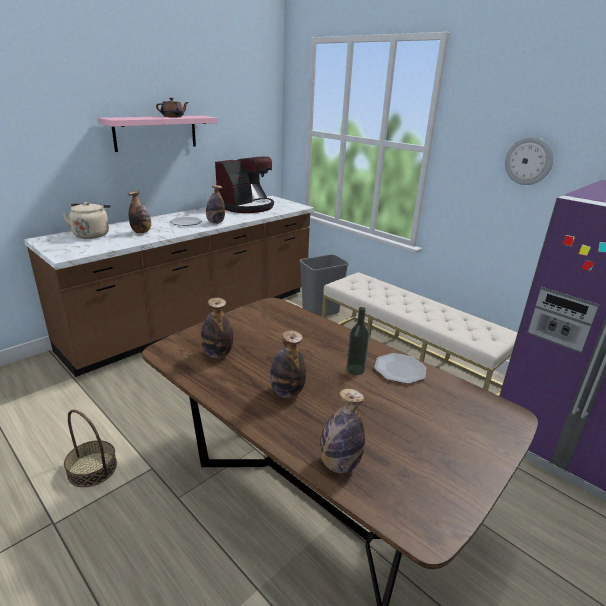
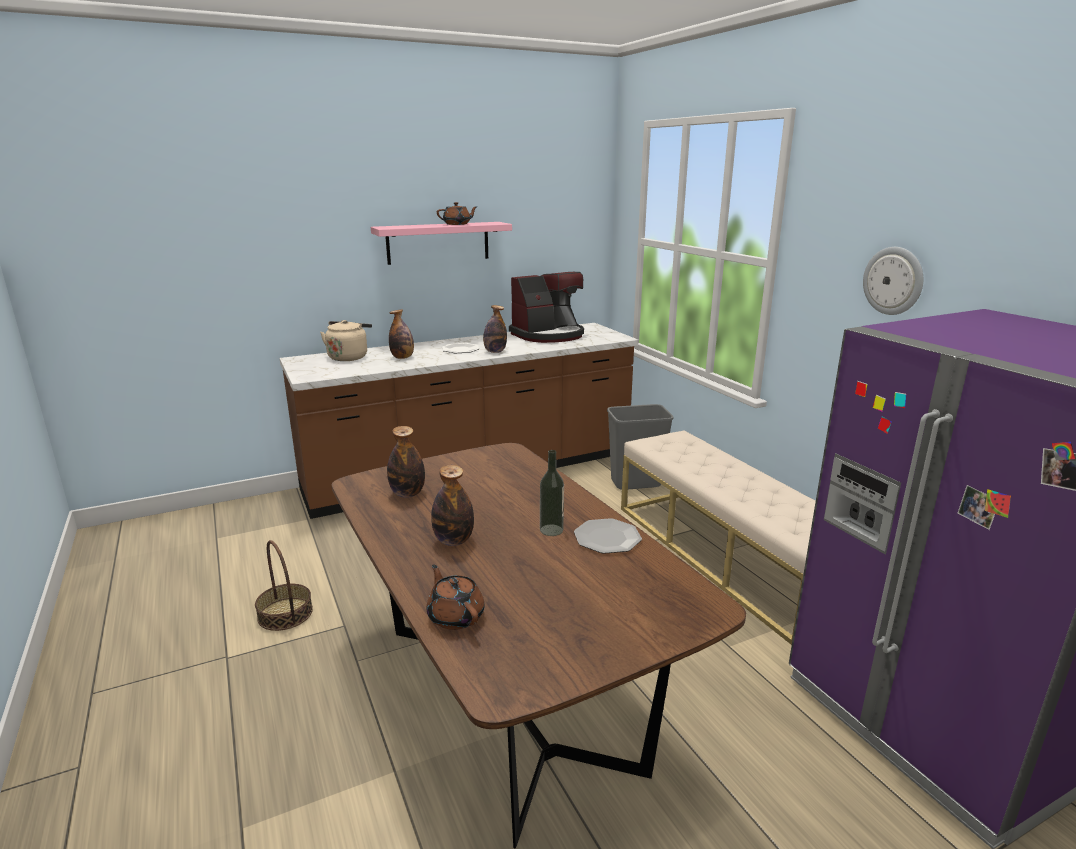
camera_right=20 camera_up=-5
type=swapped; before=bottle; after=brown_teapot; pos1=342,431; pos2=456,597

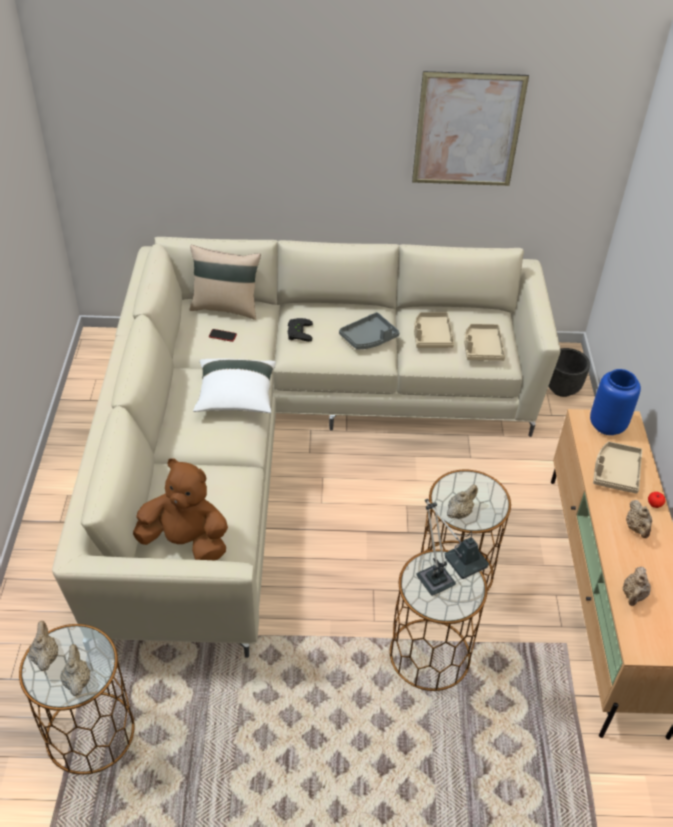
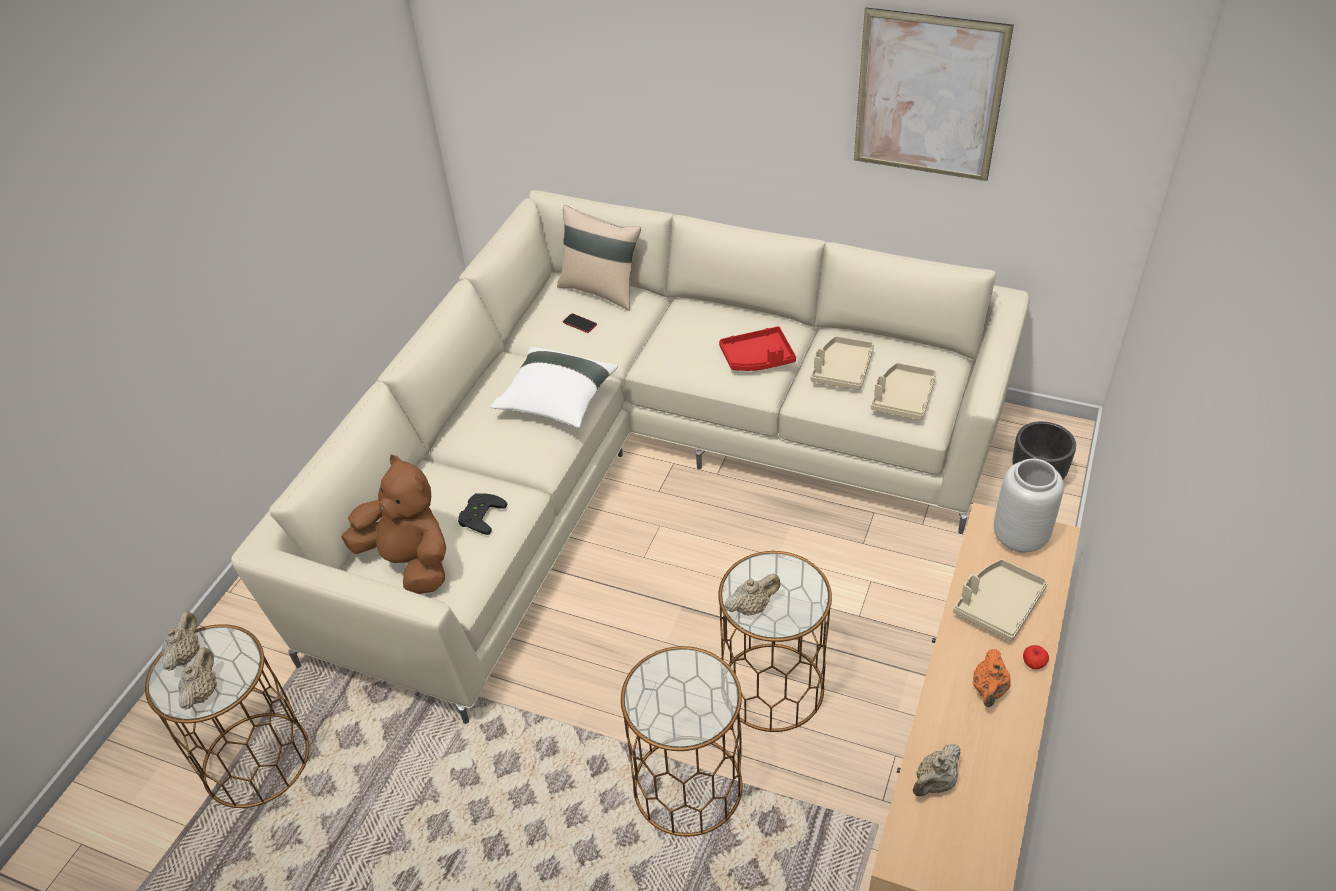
camera_right=25 camera_up=0
type=shifted; before=black_game_controller; pos1=300,330; pos2=482,514
type=repainted; before=grey_tray; after=red_tray; pos1=369,331; pos2=757,348
type=gone; before=table_lamp; pos1=452,547
type=repainted; before=blue_vase; after=grey_vase; pos1=615,402; pos2=1029,506
type=repainted; before=beige_teapot; after=orange_teapot; pos1=639,519; pos2=992,678

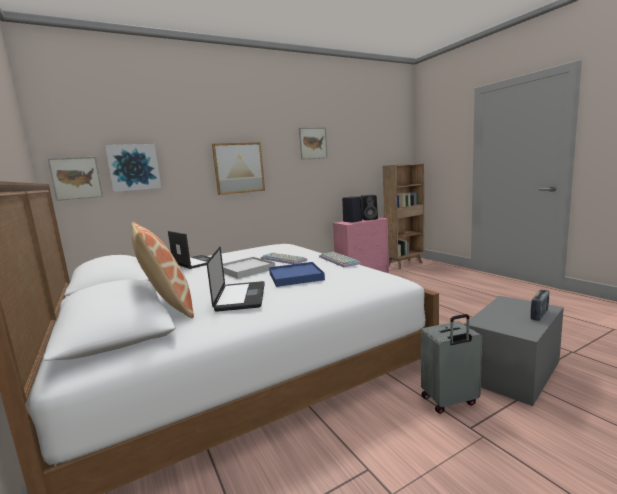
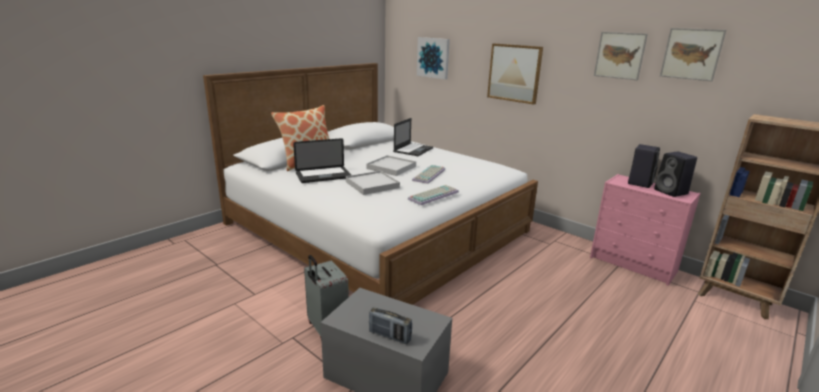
camera_right=70 camera_up=10
type=shifted; before=picture; pos1=75,179; pos2=693,54
type=repainted; before=blue_tray; after=white_tray; pos1=297,274; pos2=373,183

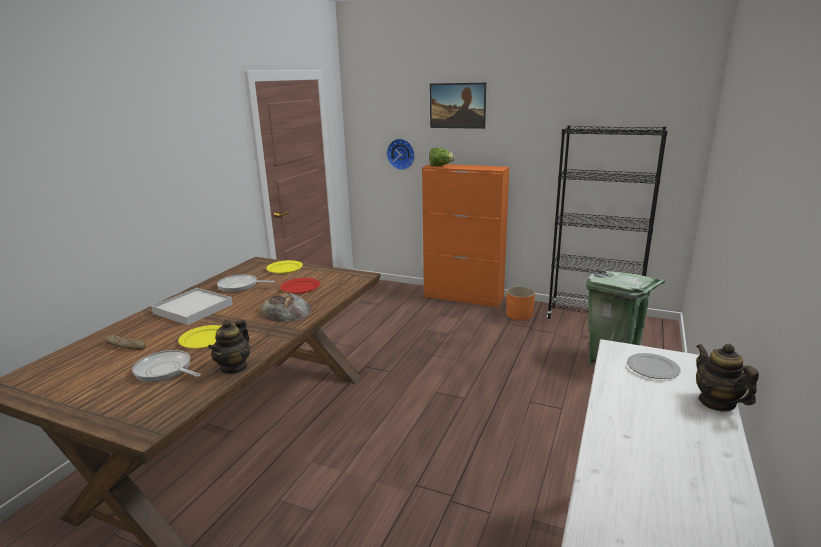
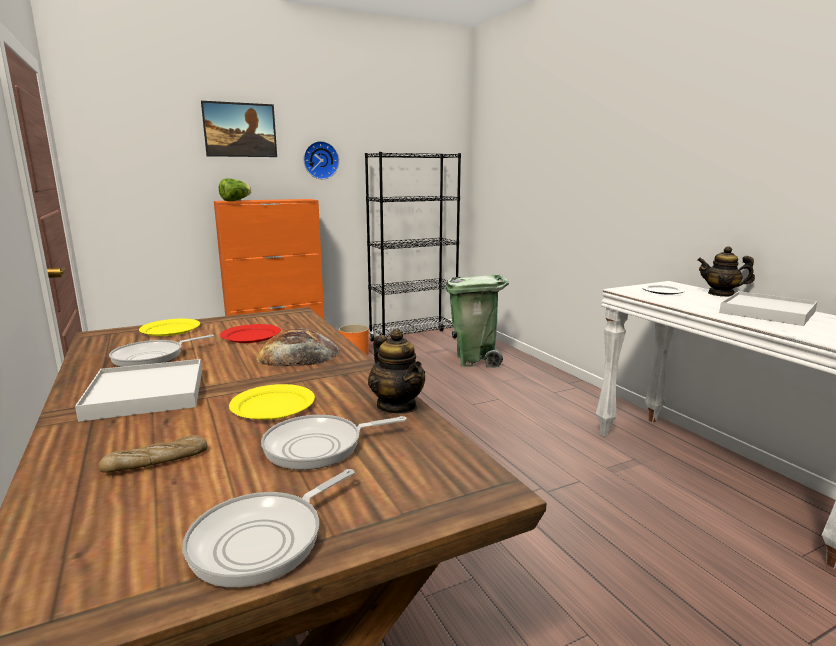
camera_right=-50 camera_up=-5
type=shifted; before=wall_clock; pos1=401,154; pos2=321,160
type=new; after=frying_pan; pos2=269,528
type=new; after=white_tray; pos2=768,308

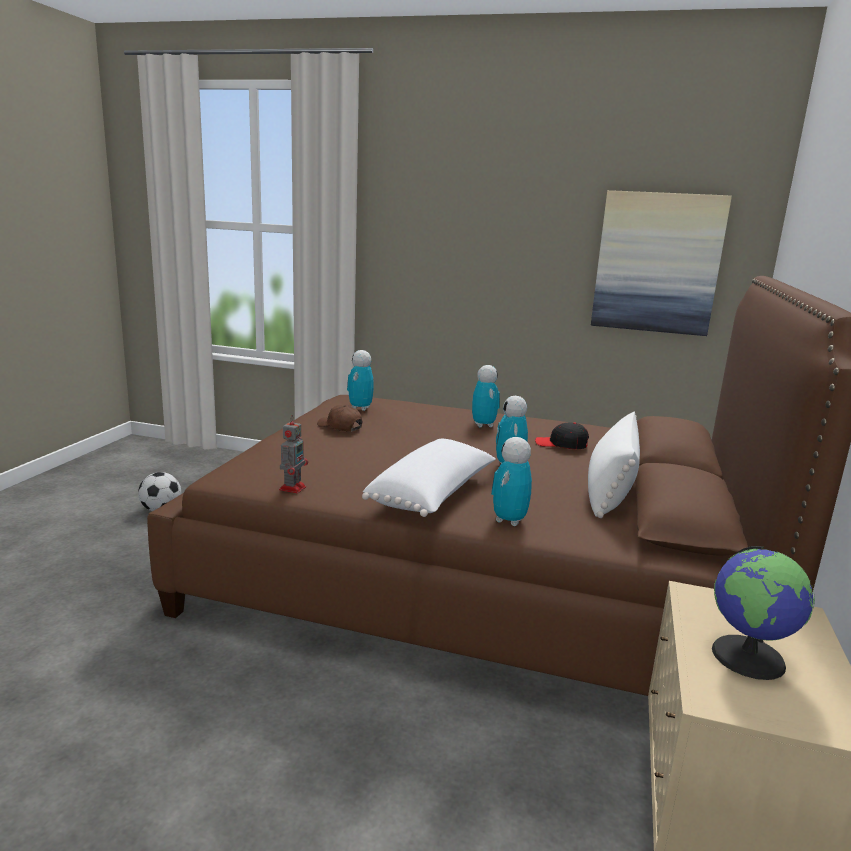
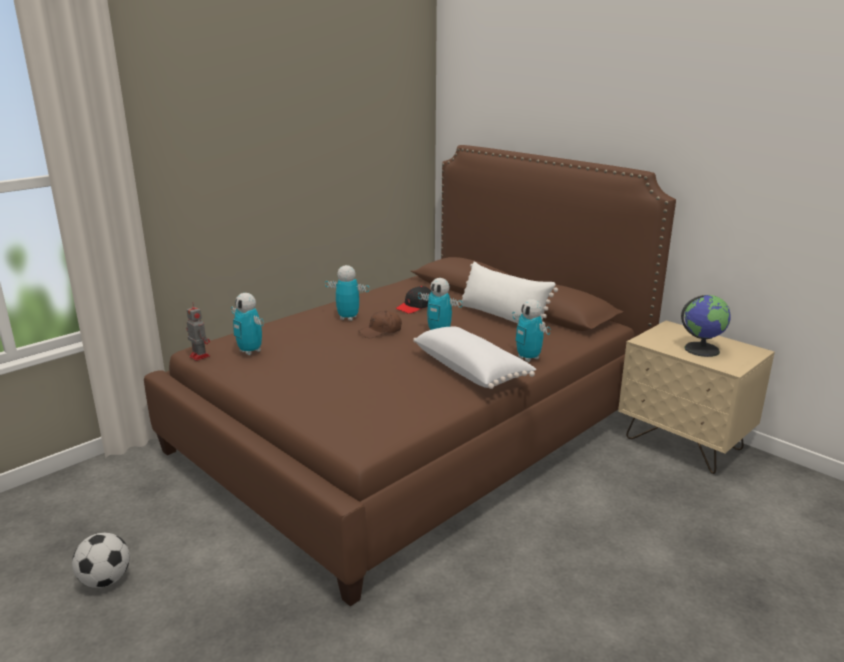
camera_right=-60 camera_up=5
type=shifted; before=toy_robot; pos1=293,454; pos2=198,331
type=shifted; before=brown_cap; pos1=339,418; pos2=380,324
type=gone; before=picture; pos1=661,263

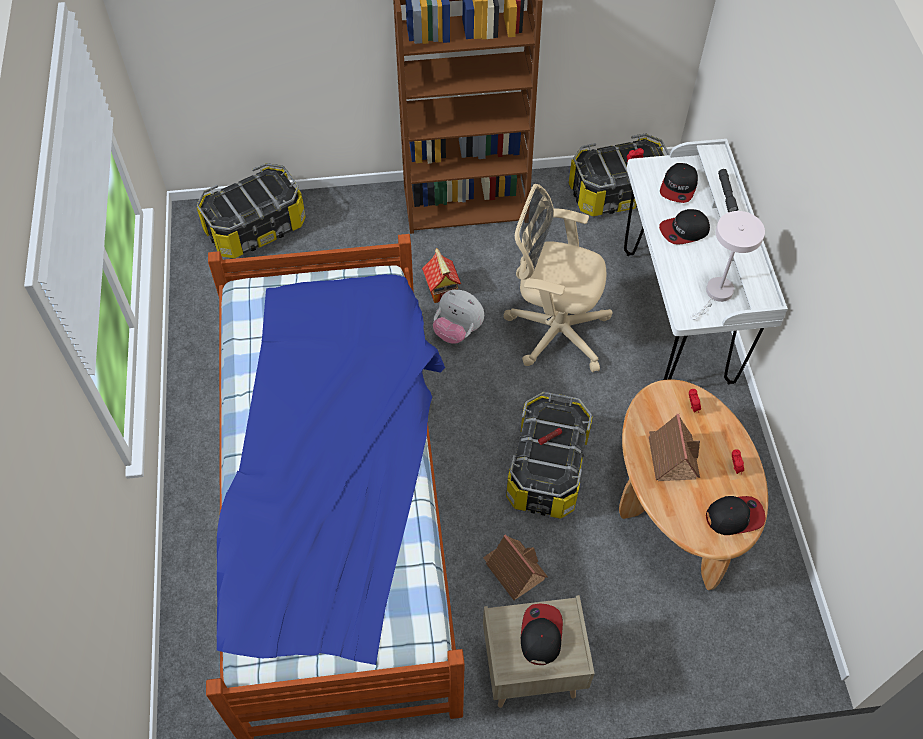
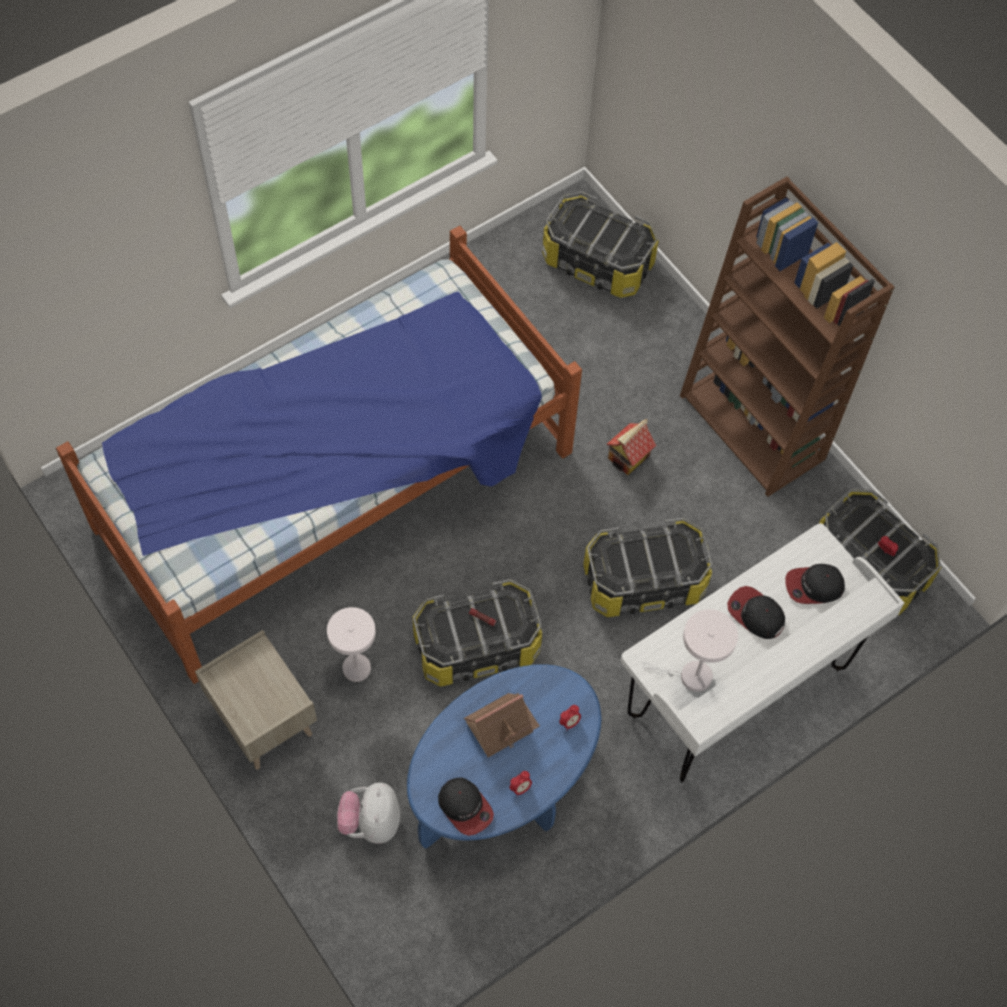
camera_right=60 camera_up=5
type=shifted; before=plush_toy; pos1=458,317; pos2=368,813
type=swapped; before=toy_house; after=white_table_lamp; pos1=515,567; pos2=351,644
type=swapped; before=beige_office_chair; after=storage_box; pos1=557,278; pos2=647,568
type=gone; before=cap; pos1=542,634
type=repainted; before=brown_coffee_table; after=blue_coffee_table; pos1=693,484; pos2=504,756
type=gone; before=grey_flashlight; pos1=728,190

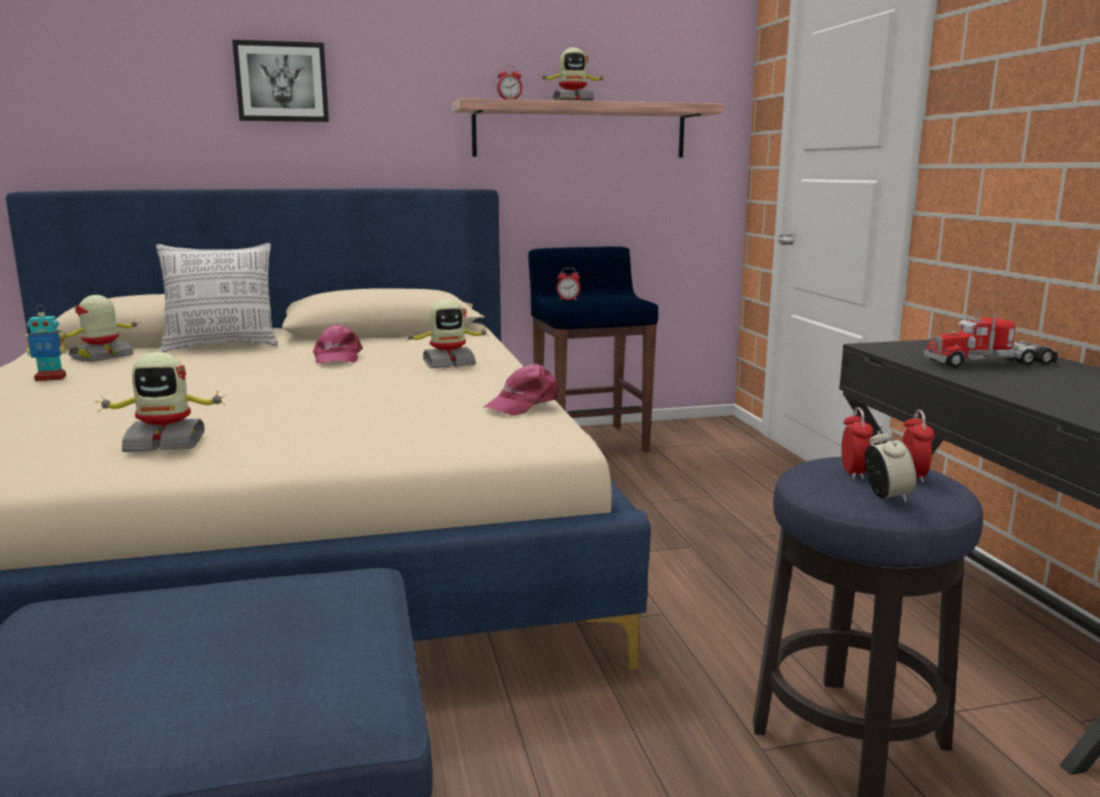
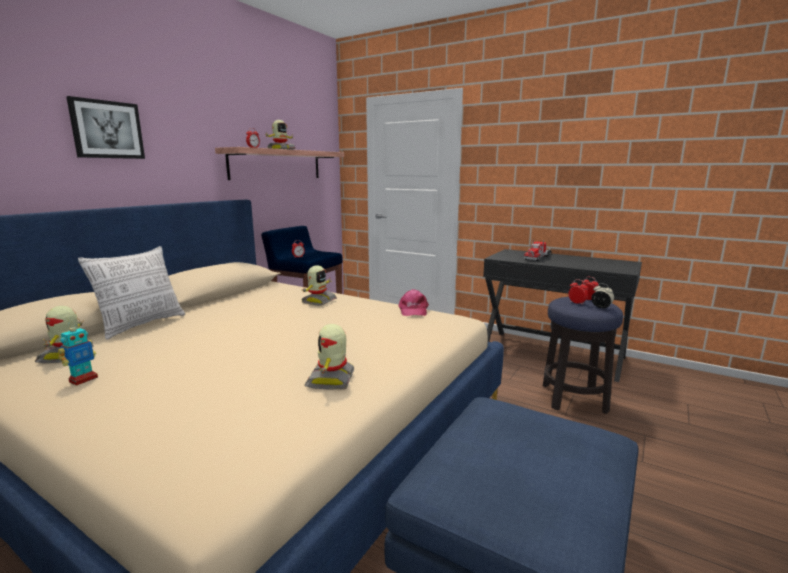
camera_right=-45 camera_up=0
type=rotated; before=toy_robot; pos1=161,402; pos2=329,356; turn=150
type=gone; before=pink_cap; pos1=338,344

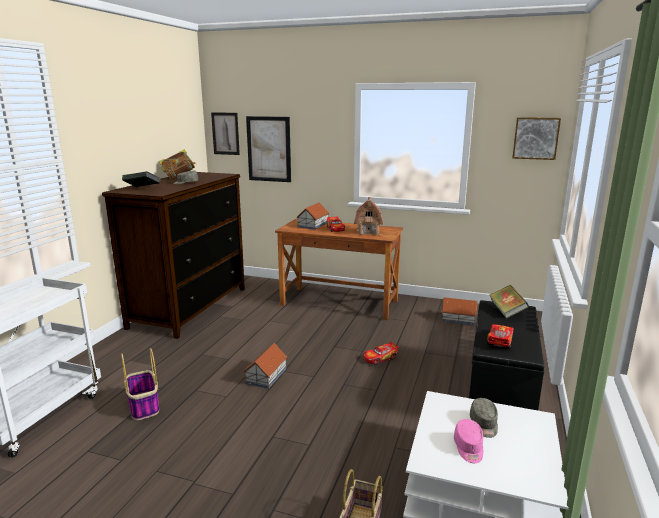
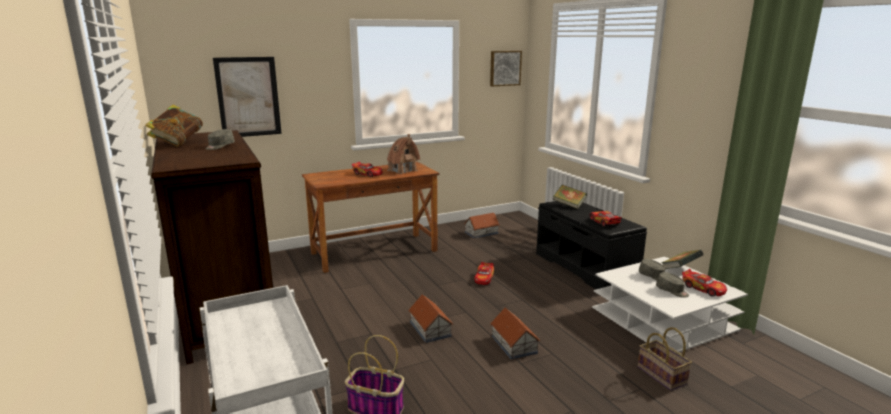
camera_right=-45 camera_up=0
type=shifted; before=book; pos1=141,179; pos2=682,259
type=gone; before=picture; pos1=225,133
type=shifted; before=toy_house; pos1=312,215; pos2=515,334
type=repainted; before=pink_cap; after=grey_cap; pos1=468,441; pos2=672,285
type=new; after=toy_car; pos2=704,283

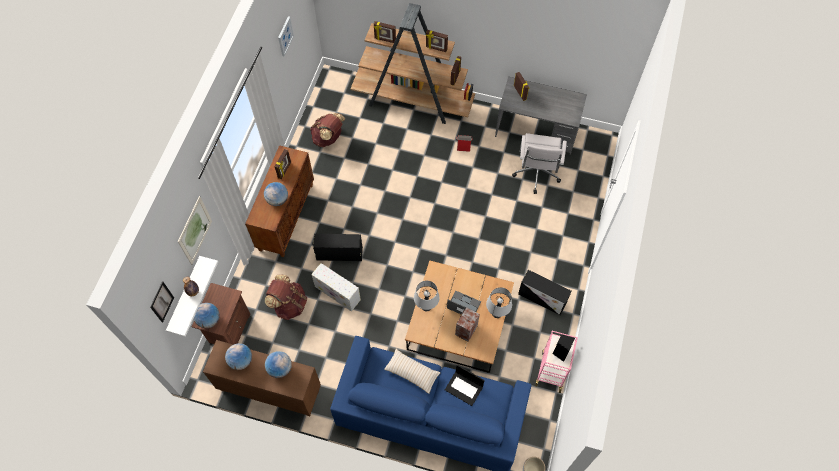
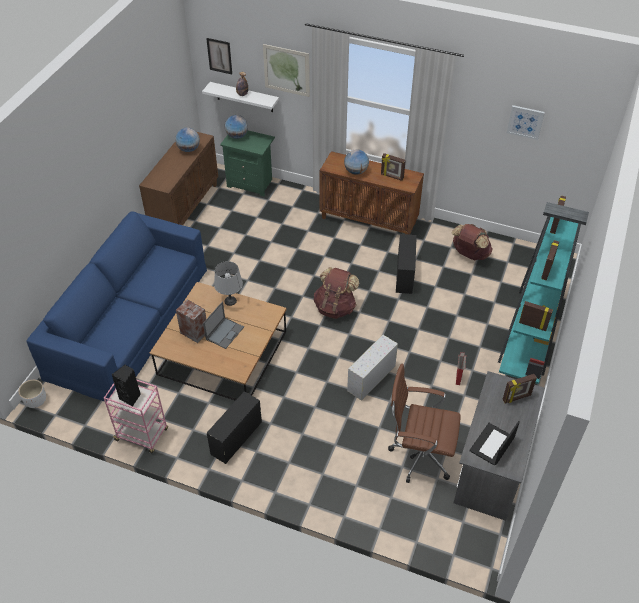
camera_right=95 camera_up=-15
type=repainted; before=brown_nightstand; after=green_nightstand; pos1=221,314; pos2=247,163
type=shifted; before=brown_backpack; pos1=286,297; pos2=336,293
type=gone; before=globe; pos1=278,364
type=shifted; before=white_storage_box; pos1=336,287; pos2=372,368
type=shifted; before=black_storage_box; pos1=338,247; pos2=406,264
type=repainted; before=brown_bookcase; after=turquoise_bookcase; pos1=413,63; pos2=543,293
type=gone; before=beige_pillow; pos1=412,371
type=shifted; before=laptop; pos1=465,385; pos2=494,443
type=gone; before=grey_table_lamp; pos1=499,302
type=repainted; before=white_office_chair; after=brown_office_chair; pos1=539,163; pos2=424,423

